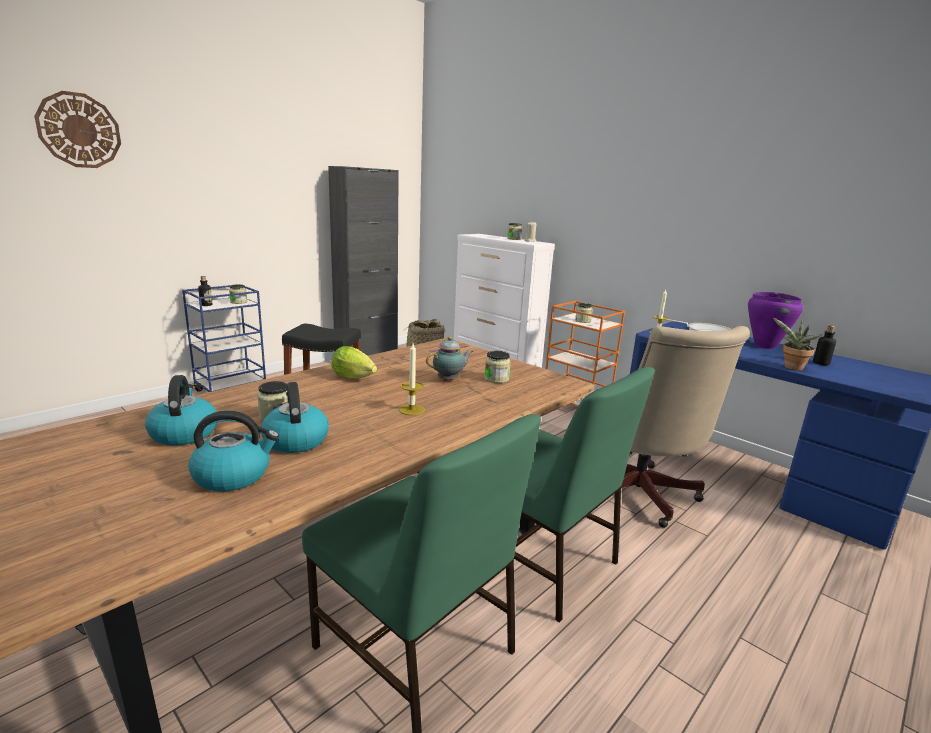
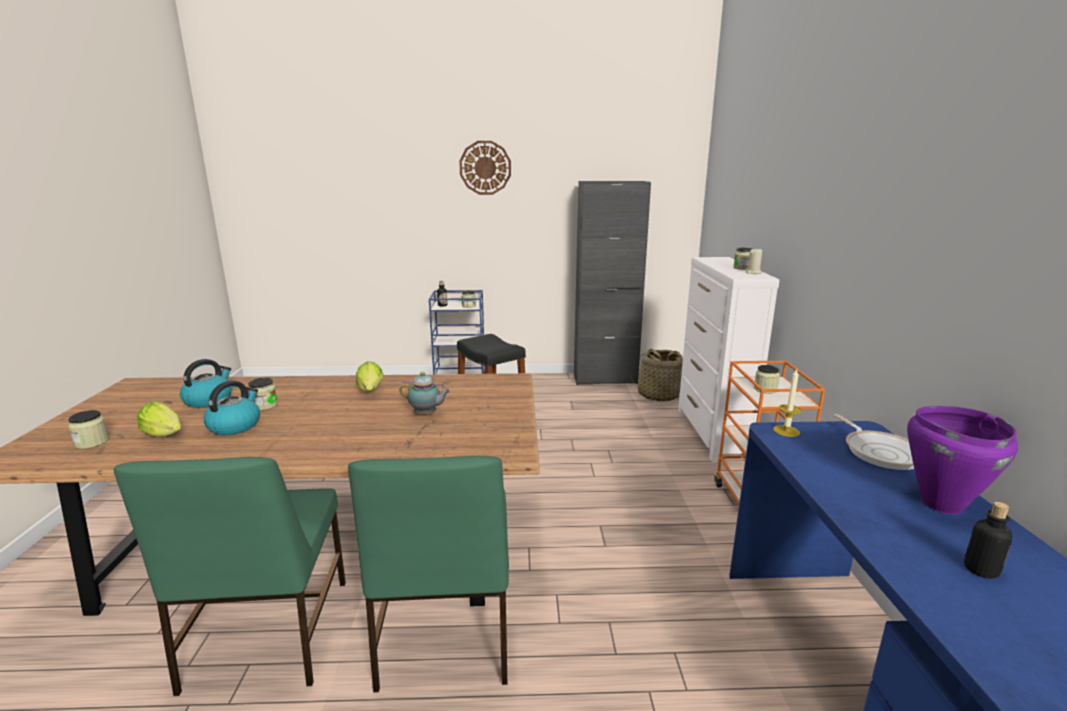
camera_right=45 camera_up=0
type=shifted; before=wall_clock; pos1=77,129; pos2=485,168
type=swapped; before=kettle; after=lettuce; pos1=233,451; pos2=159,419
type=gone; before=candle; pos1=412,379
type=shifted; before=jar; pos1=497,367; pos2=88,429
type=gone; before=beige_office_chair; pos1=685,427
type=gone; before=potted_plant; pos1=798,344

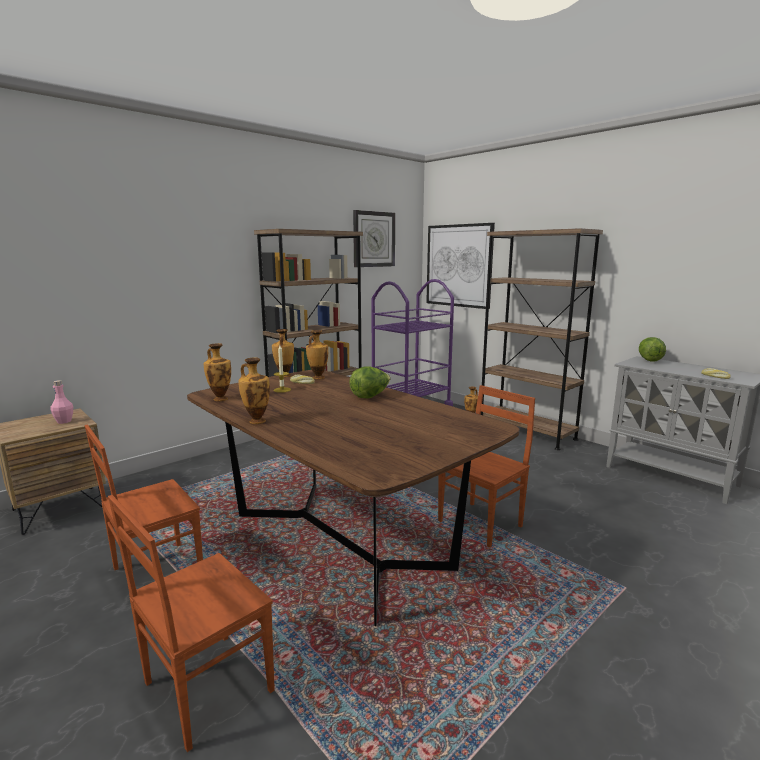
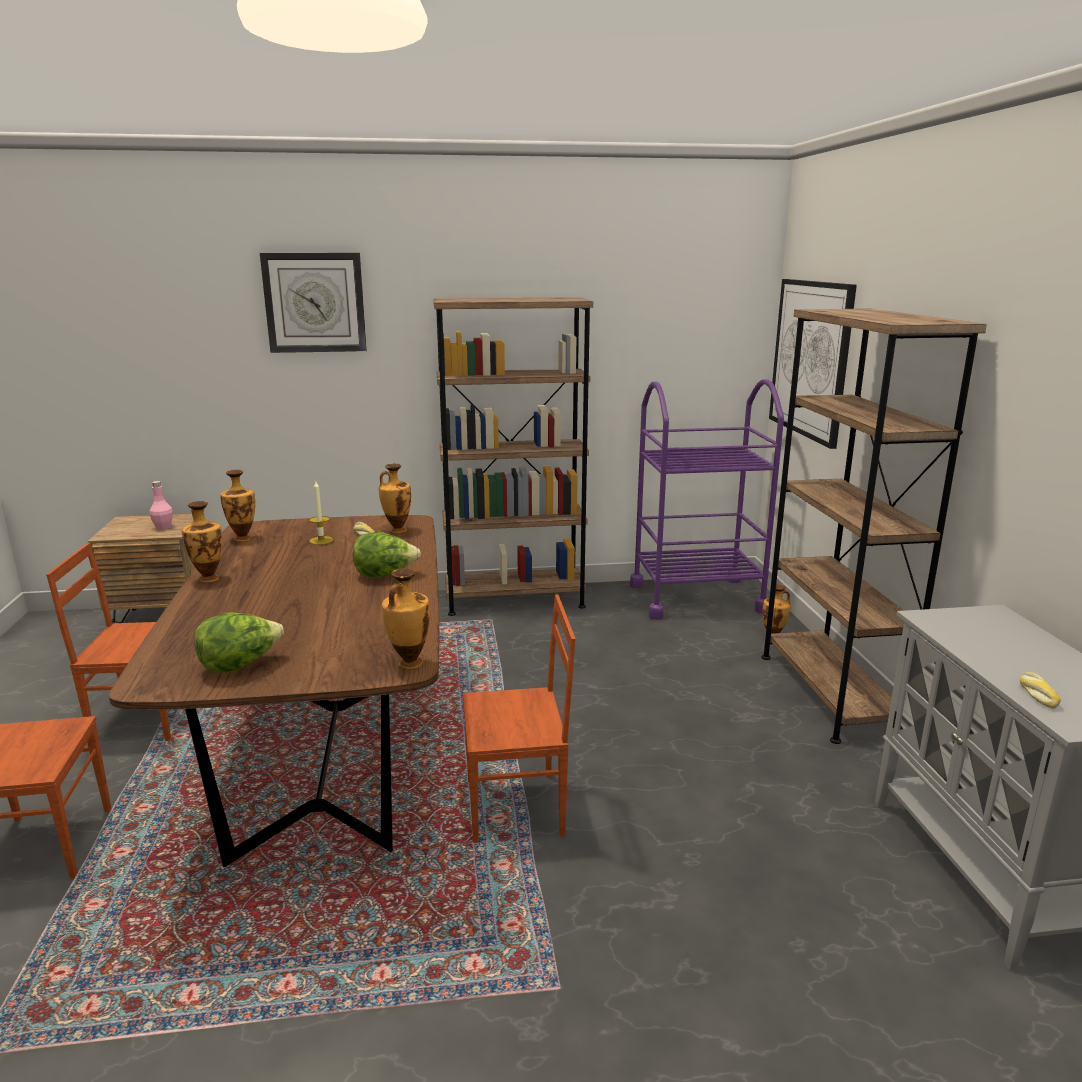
camera_right=35 camera_up=5
type=shifted; before=vase; pos1=283,353; pos2=406,618
type=shifted; before=wall_clock; pos1=374,238; pos2=313,303
type=shifted; before=lettuce; pos1=652,349; pos2=239,642

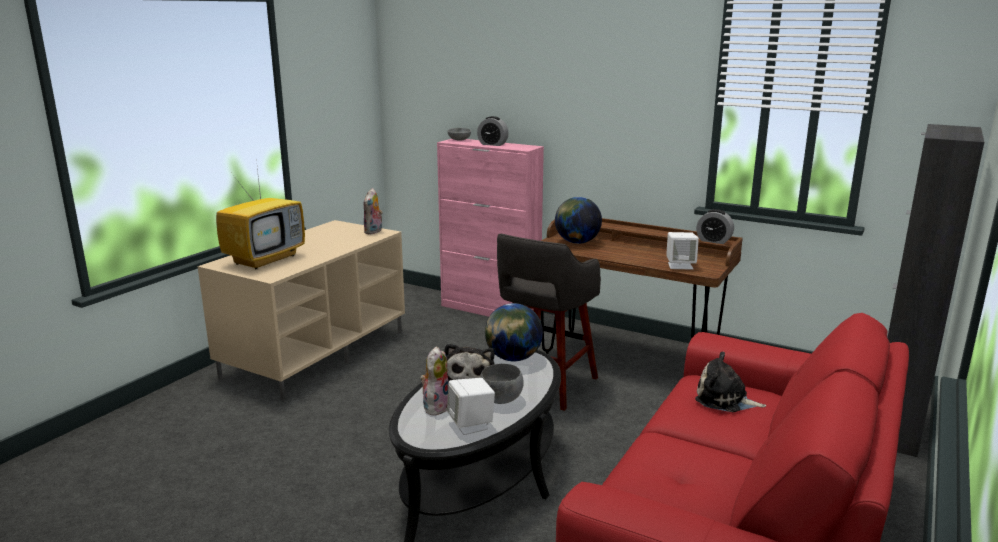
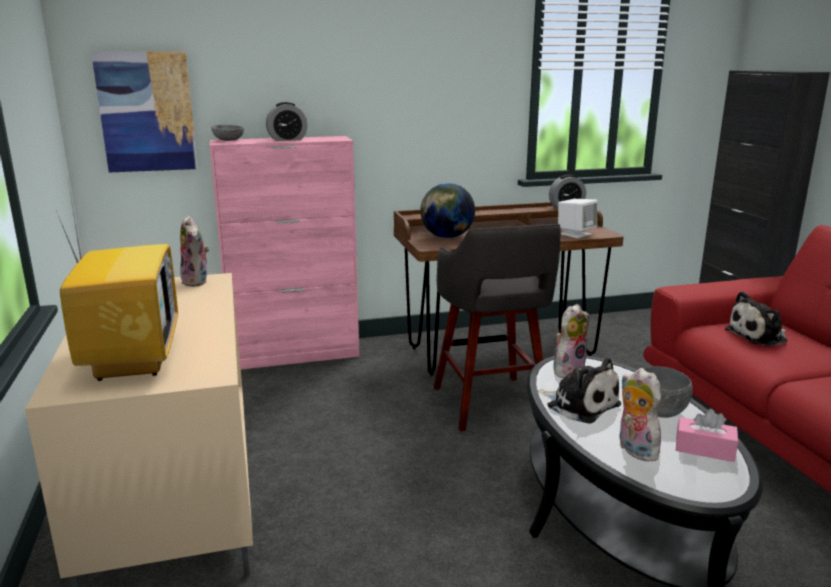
camera_right=-45 camera_up=0
type=swapped; before=white_speaker; after=pink_tissue_box; pos1=471,406; pos2=707,435
type=swapped; before=globe; after=plush_toy; pos1=514,332; pos2=571,341
type=new; after=picture; pos2=144,111

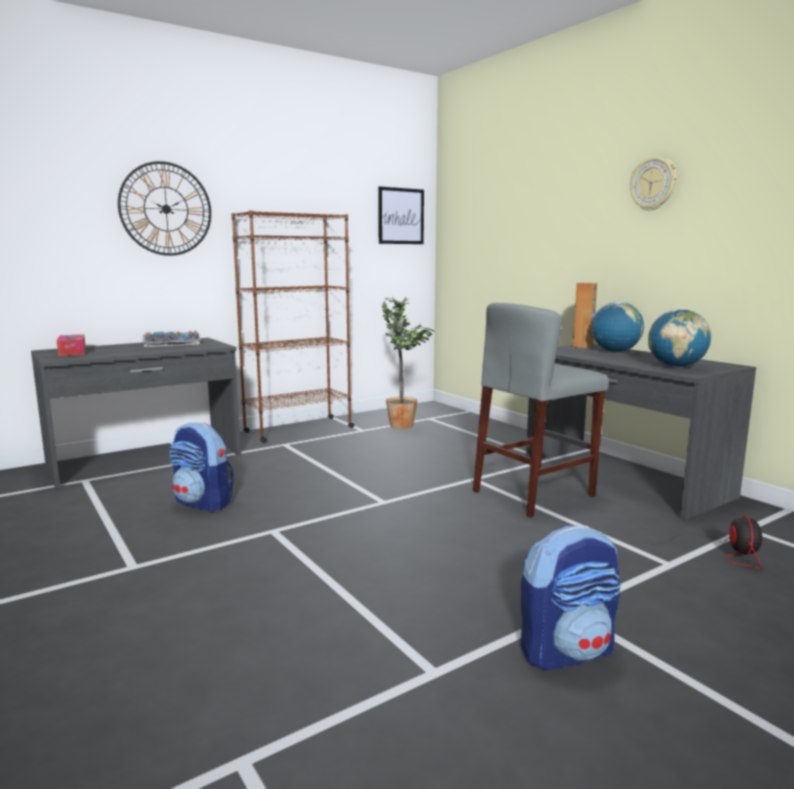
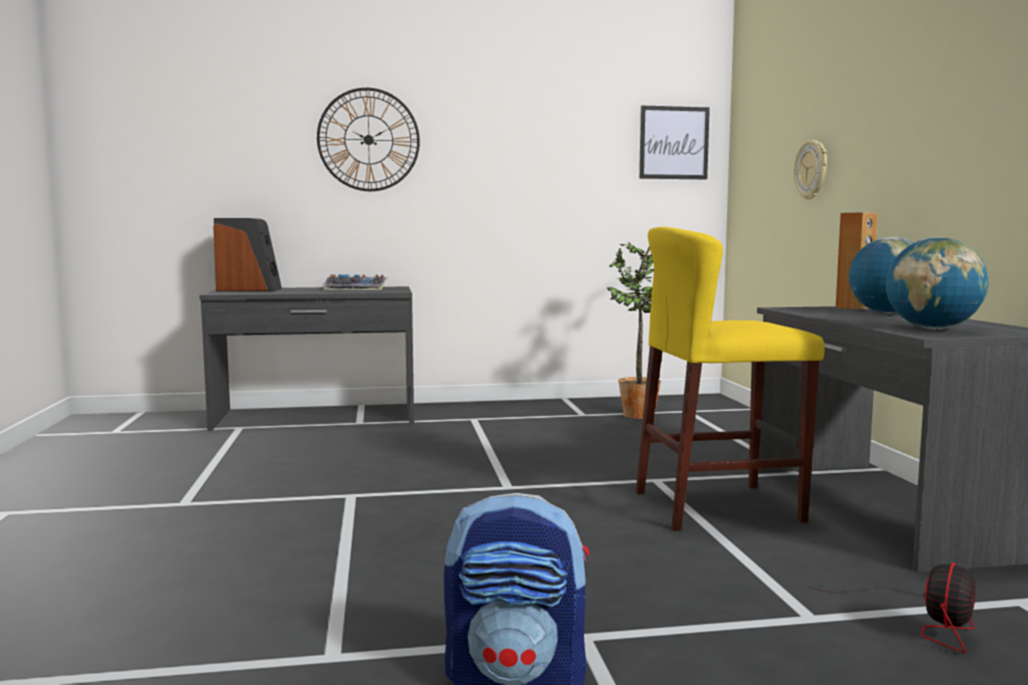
camera_right=25 camera_up=-5
type=swapped; before=tissue_box; after=speaker; pos1=71,345; pos2=247,254
type=gone; before=backpack; pos1=201,467
type=gone; before=brown_bookcase; pos1=293,326
type=repainted; before=grey_stool; after=yellow_stool; pos1=541,410; pos2=730,379
type=shifted; before=wall_clock; pos1=653,184; pos2=810,170

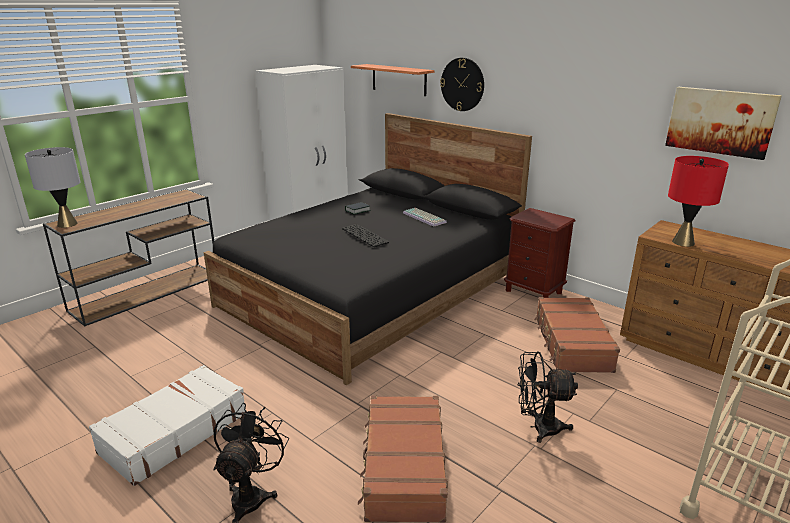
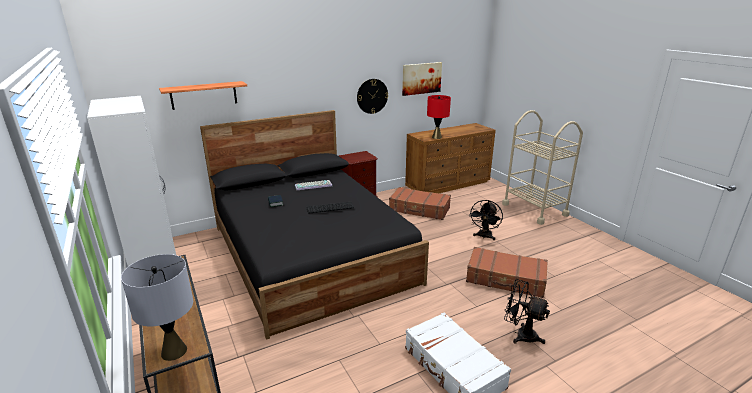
camera_right=-70 camera_up=0
type=shifted; before=wall_clock; pos1=462,84; pos2=372,96

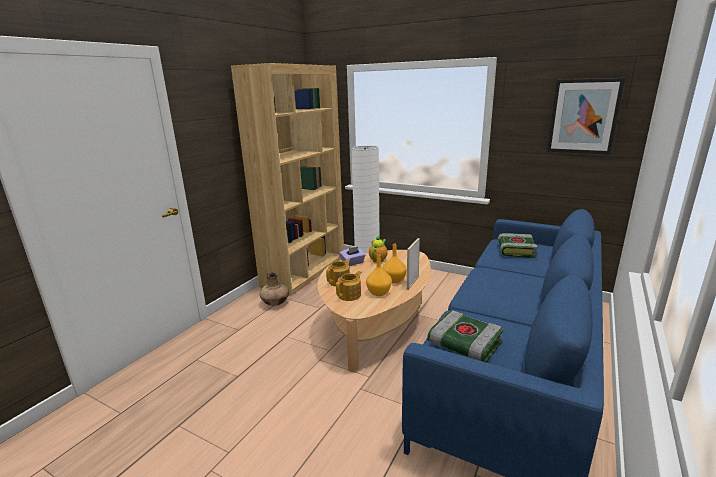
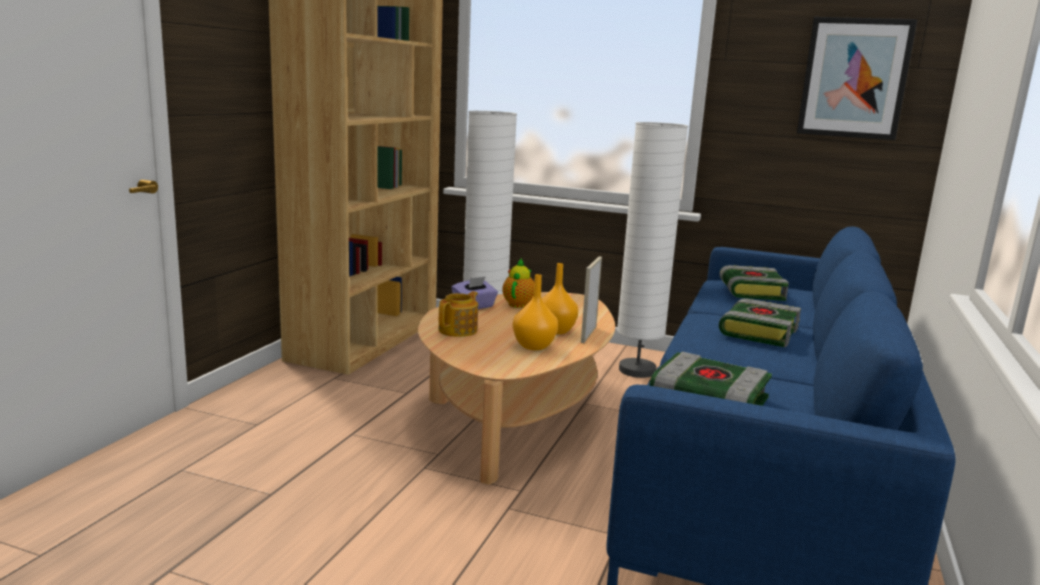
camera_right=-10 camera_up=-5
type=gone; before=brown_vase; pos1=274,289
type=gone; before=teapot; pos1=349,286
type=new; after=white_floor_lamp; pos2=652,250
type=new; after=book; pos2=760,323

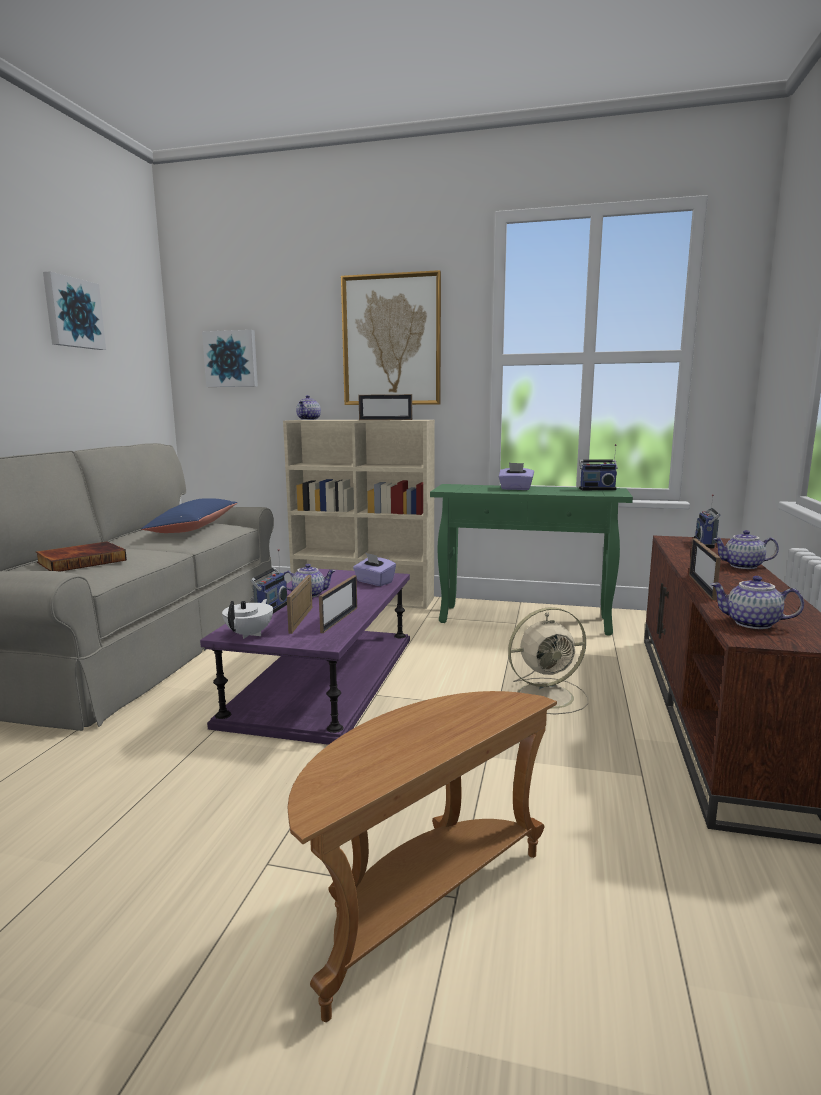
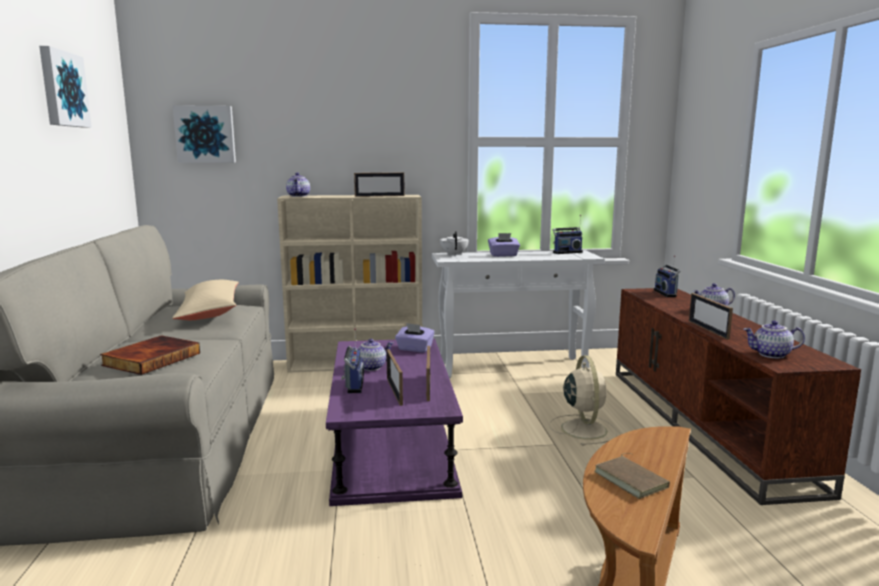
camera_right=-20 camera_up=0
type=repainted; before=blue_pillow; after=beige_pillow; pos1=189,515; pos2=205,300
type=shifted; before=white_teapot; pos1=247,619; pos2=454,243
type=gone; before=picture; pos1=391,337
type=repainted; before=green_console_table; after=white_console_table; pos1=531,560; pos2=518,314
type=rotated; before=beige_fan; pos1=548,660; pos2=583,401; turn=-60
type=new; after=brown_book; pos2=632,476

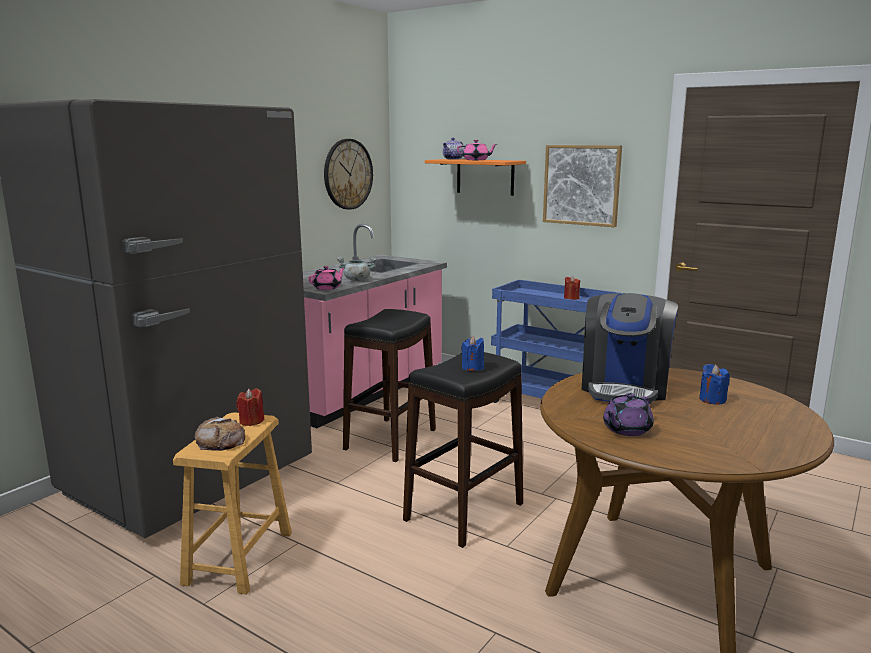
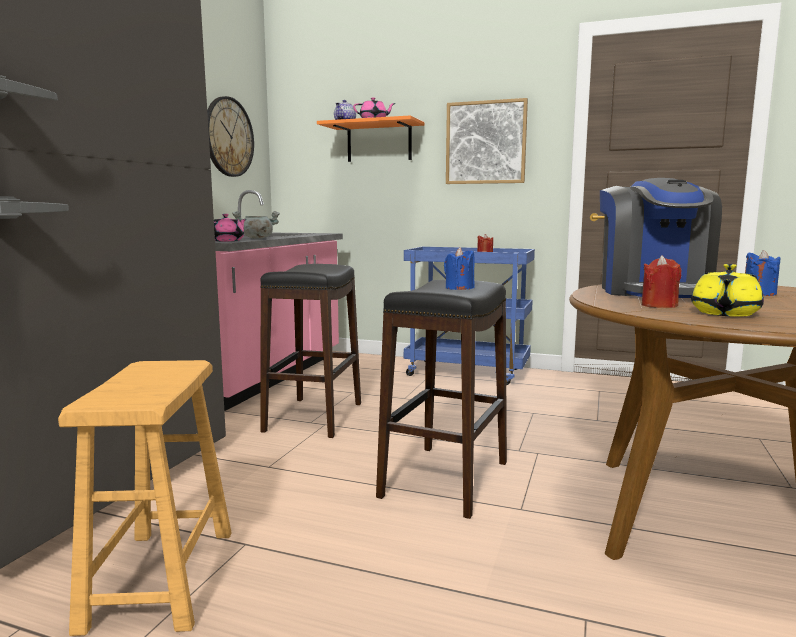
camera_right=-15 camera_up=-5
type=gone; before=bread; pos1=219,434
type=shifted; before=red_candle; pos1=250,407; pos2=661,281
type=repainted; before=purple_teapot; after=yellow_teapot; pos1=628,414; pos2=727,290

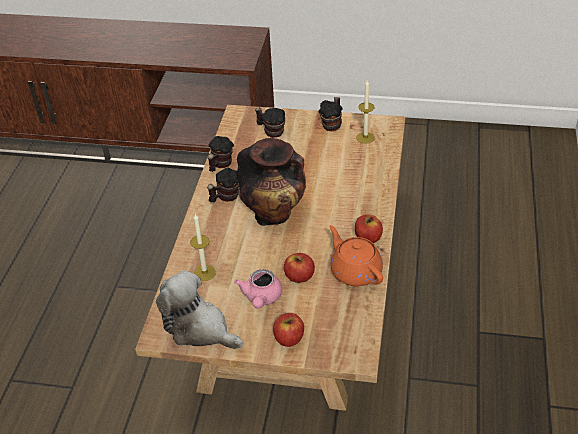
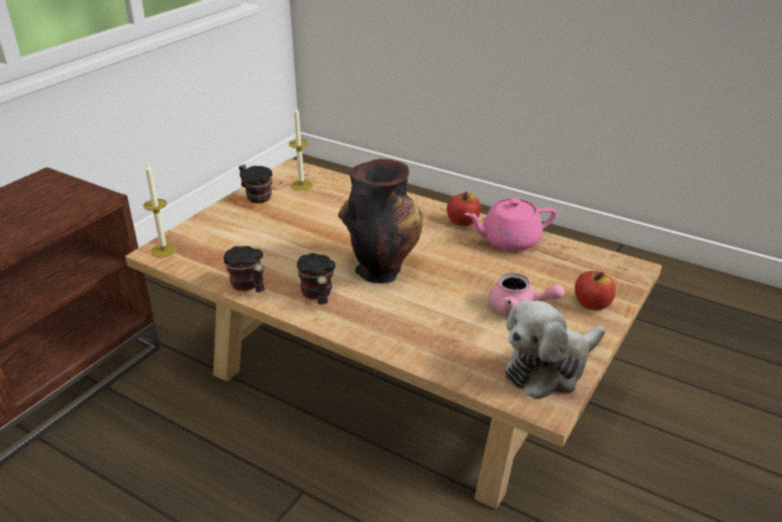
camera_right=-70 camera_up=-10
type=shifted; before=candle; pos1=203,247; pos2=160,211
type=gone; before=mug; pos1=270,122
type=gone; before=apple; pos1=299,268
type=repainted; before=orange_teapot; after=pink_teapot; pos1=356,255; pos2=510,224

